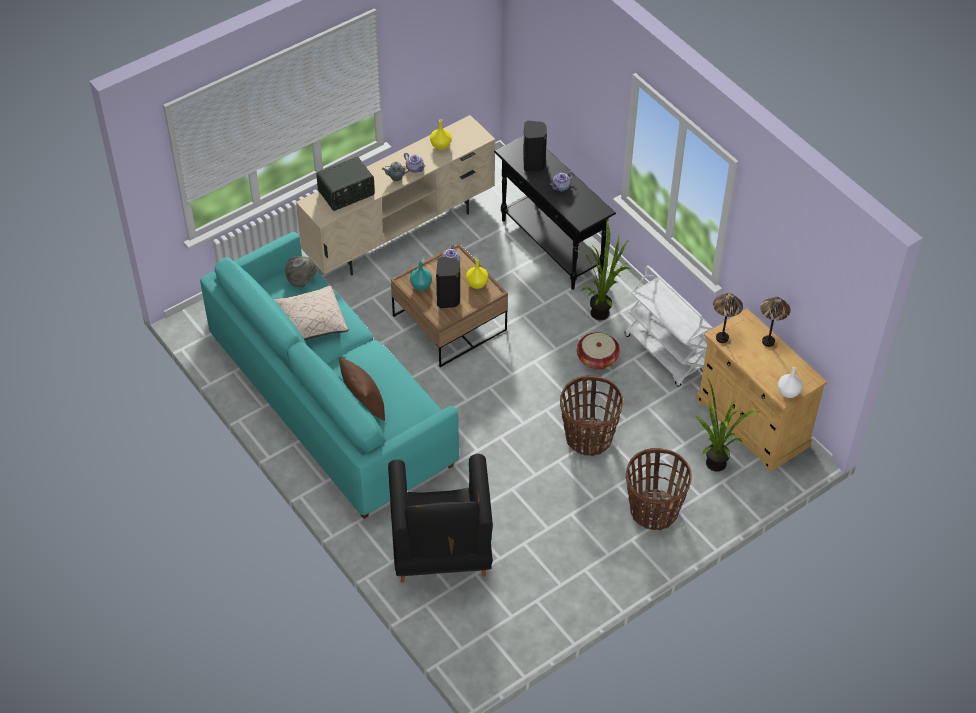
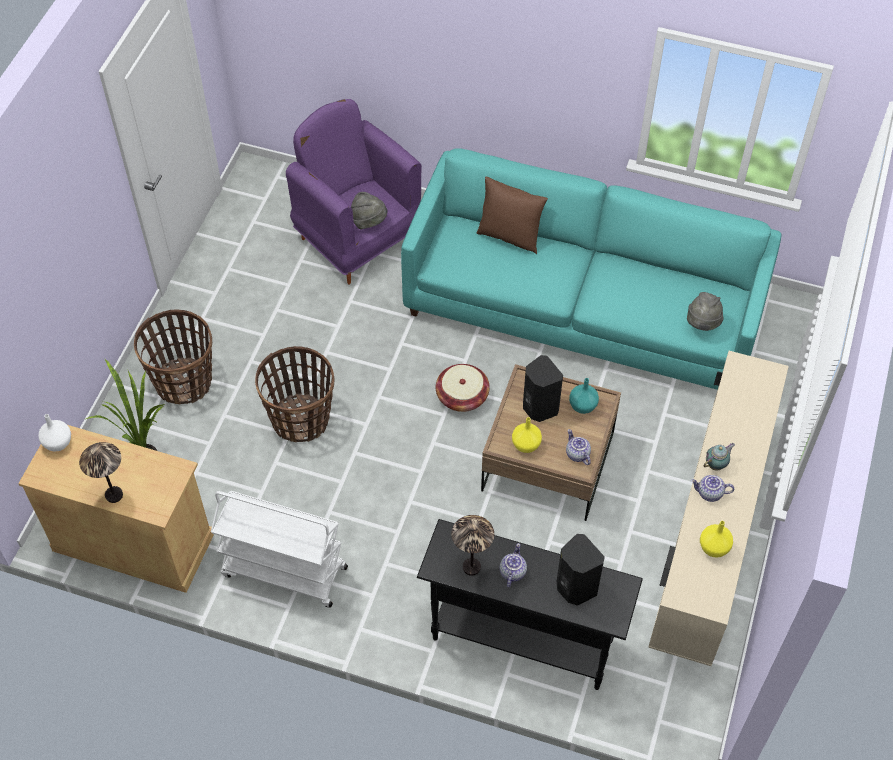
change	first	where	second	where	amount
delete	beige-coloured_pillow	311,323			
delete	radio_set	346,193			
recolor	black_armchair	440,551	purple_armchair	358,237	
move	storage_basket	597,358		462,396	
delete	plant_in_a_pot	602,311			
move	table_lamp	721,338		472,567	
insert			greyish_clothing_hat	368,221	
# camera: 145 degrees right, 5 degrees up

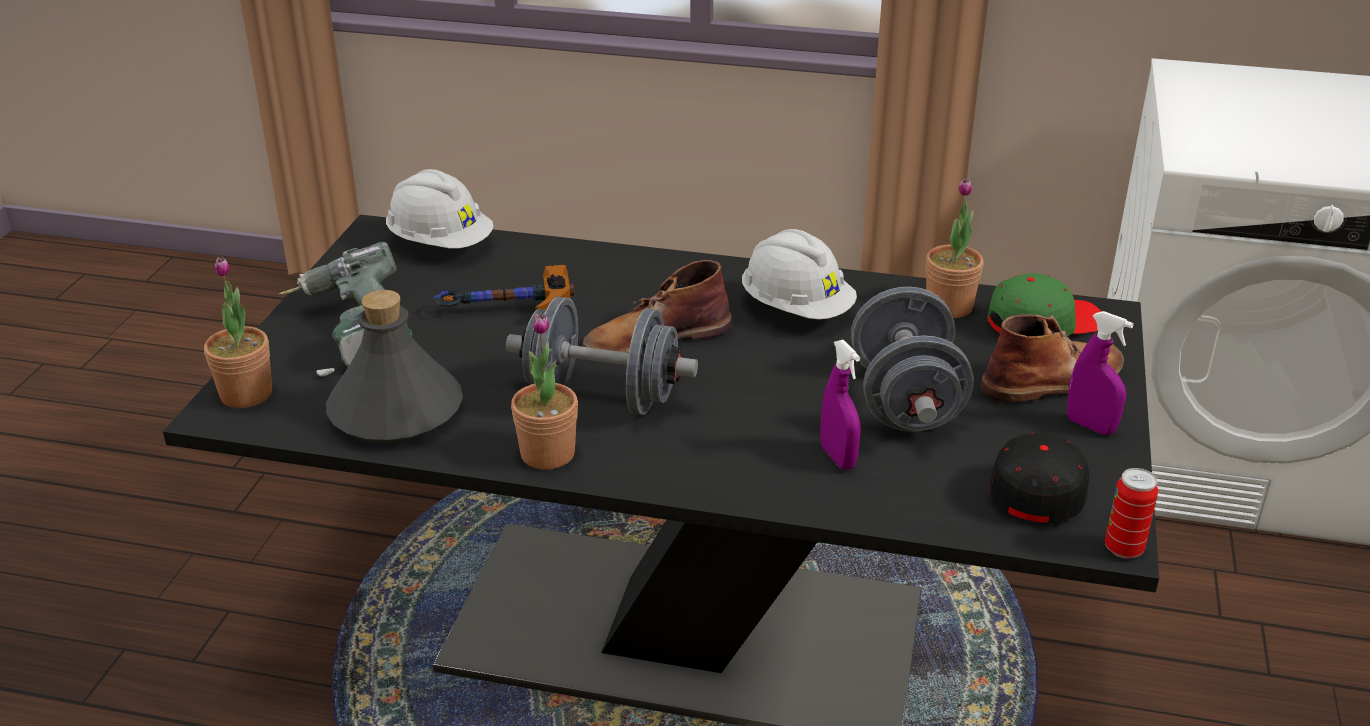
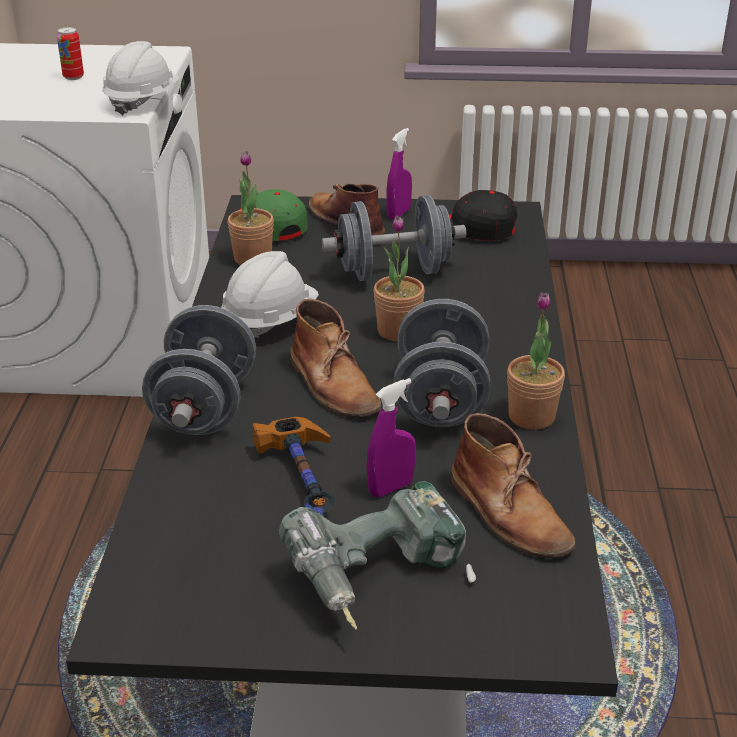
change	first	where	second	where	amount
move	plant_in_a_pot	246,394		398,331	
replace	greyish_drink_bottle	397,412	brown-coloured_boot	509,514	
move	white-coloured_work_helmet	440,244		142,102	
move	purple_spray_bottle	838,457		391,488	
move	sealed_can	1123,548		73,77	
insert			greyish_hand_weight	204,408	
# camera: 100 degrees left, 0 degrees up

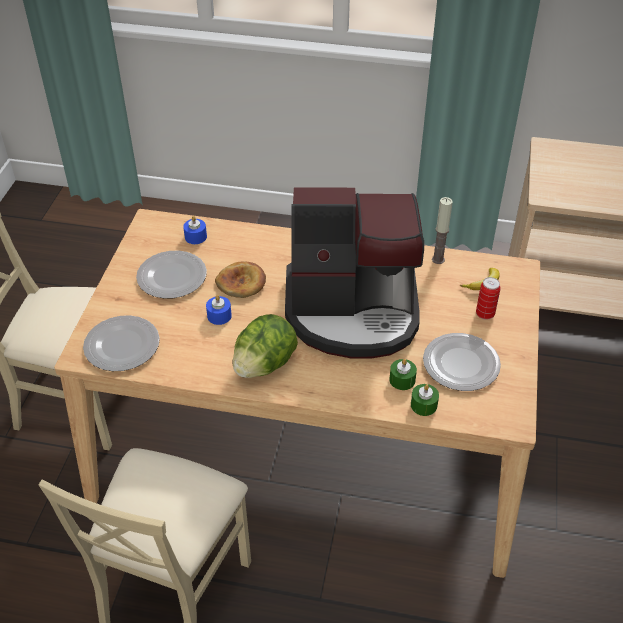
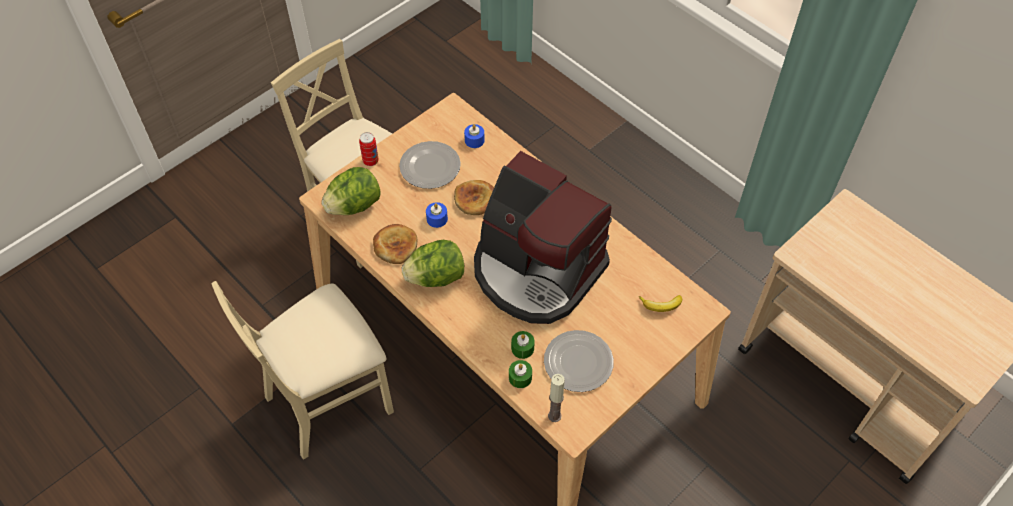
change	first	where	second	where	amount
replace	plate	123,345	lettuce	354,205	
move	wax_candle	438,259		554,416	
move	sealed_can	485,314		370,161	
insert			baked_bread	395,245	
# camera: 35 degrees right, 10 degrees up

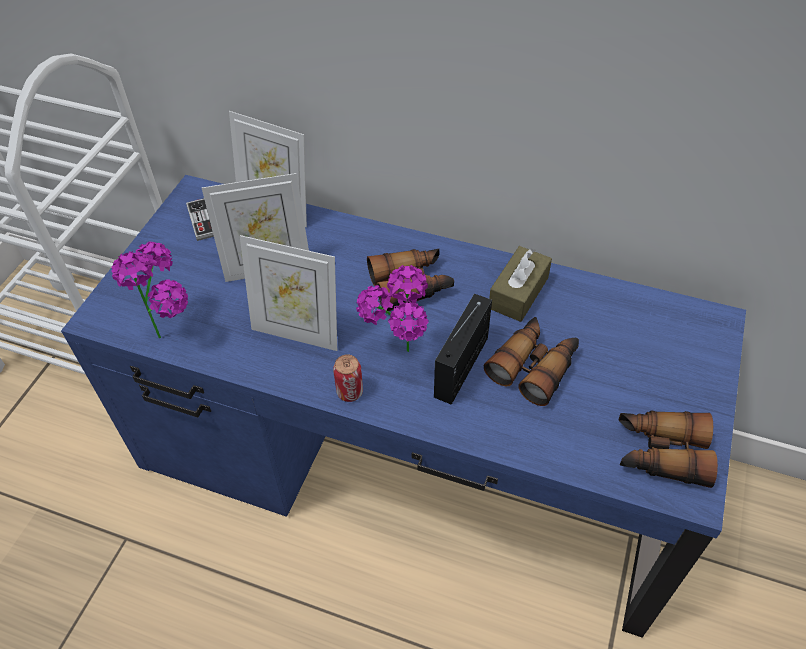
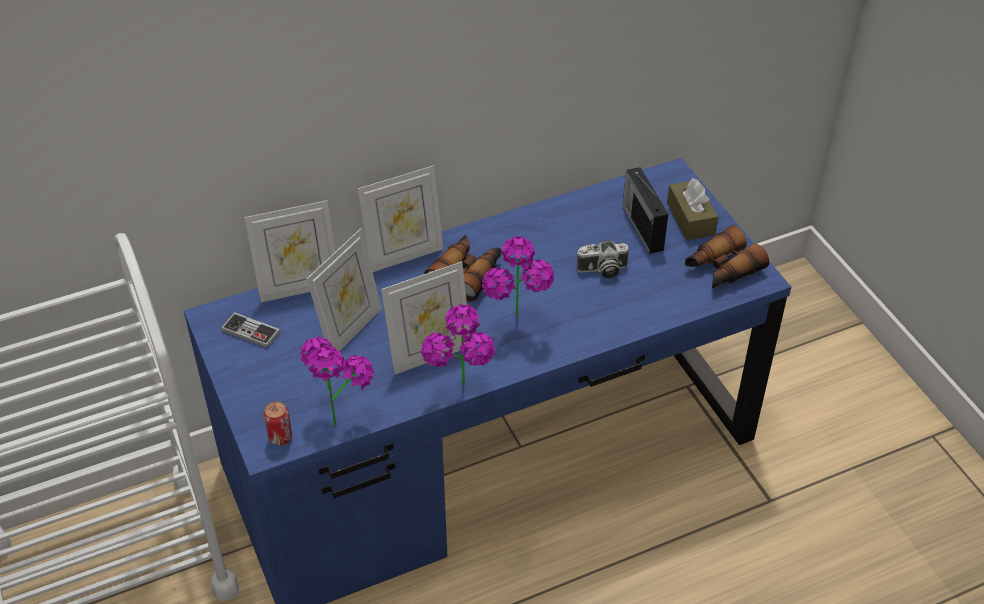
change	first	where	second	where	amount
move	sealed_can	349,392		280,437	
move	radio_set	462,365		642,227	
replace	pair_of_binoculars	534,366	still_camera	602,270	
move	brown-coloured_tissue_holder	518,293		690,219	
insert			photo_frame	404,255	
insert			plant_in_a_pot	462,393	
# camera: 45 degrees left, 5 degrees down

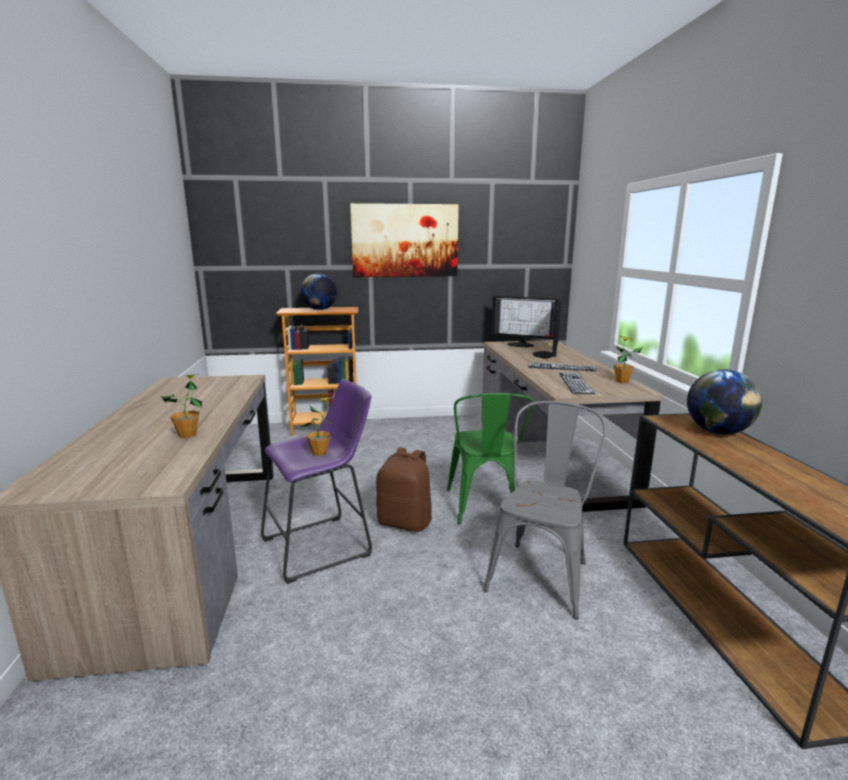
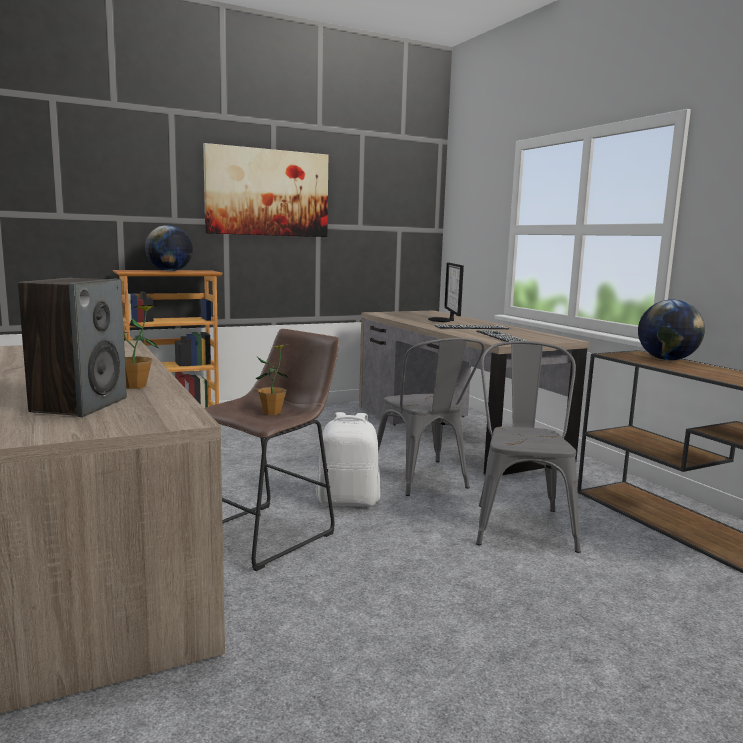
change	first	where	second	where	amount
recolor	purple_stool	322,546	brown-coloured_stool	269,532	
recolor	brown-coloured_knapsack	405,522	white-coloured_knapsack	348,501	
recolor	green_chair	485,509	greyish_chair	424,480	
delete	computer_screen	521,344			
delete	plant_in_a_pot	622,381			
insert			loudspeaker	79,405	
# camera: 20 degrees left, 5 degrees down

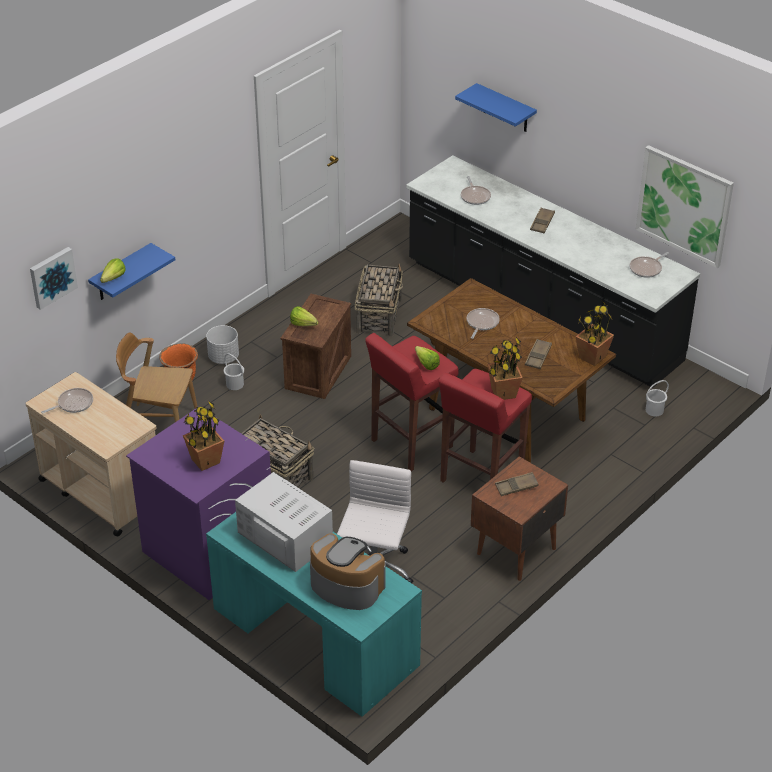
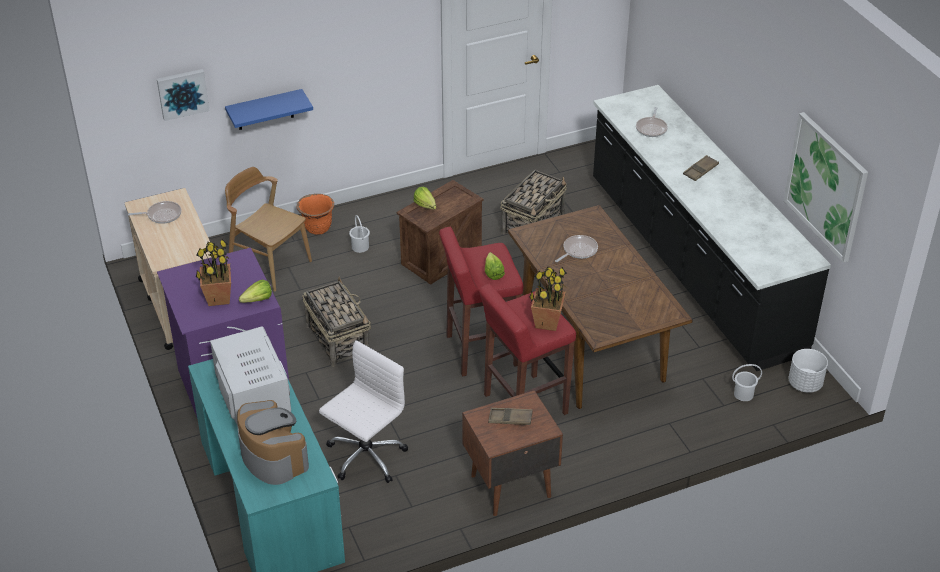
change	first	where	second	where	amount
move	lettuce	111,280		255,301	
move	white-coloured_planter	224,357		805,384	
delete	blue_shelf	505,109			
delete	brown-coloured_tray	538,356			
delete	plant_in_a_pot	592,357			
delete	skillet	647,269			
# camera: 25 degrees right, 0 degrees up

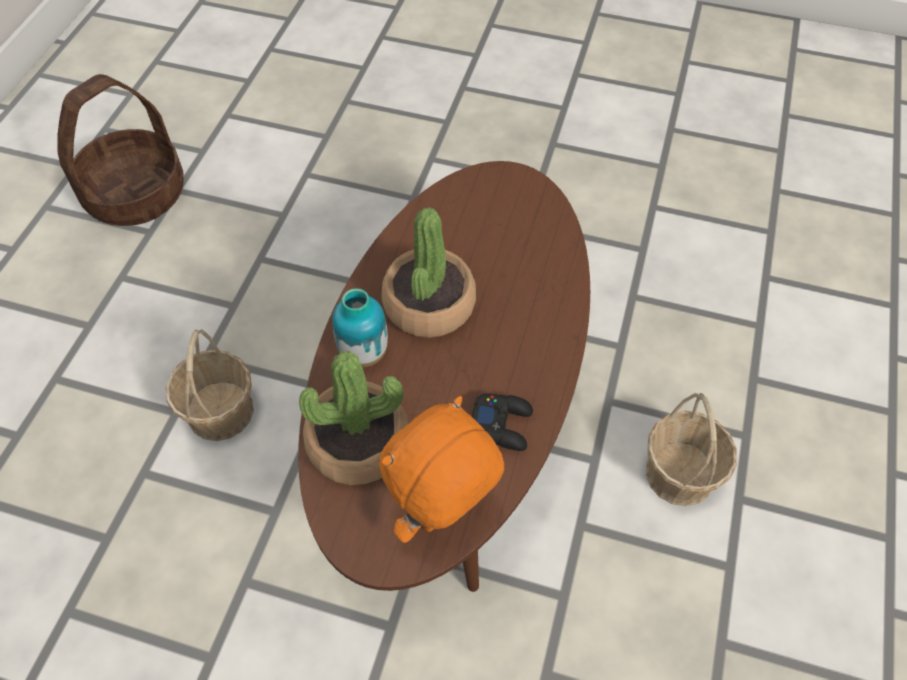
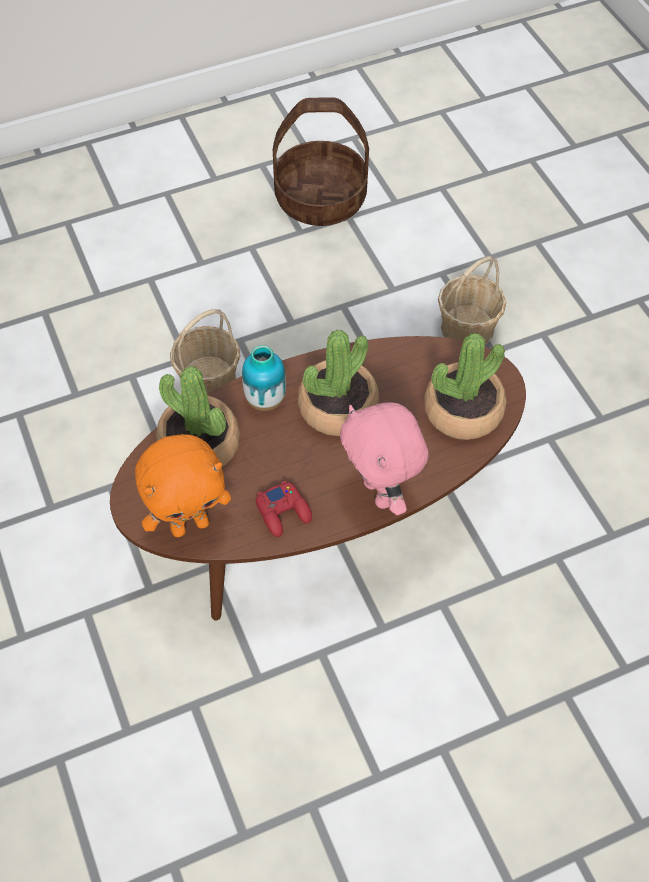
change	first	where	second	where	amount
rotate	orangey_plush_toy	443,515		190,524	150 degrees clockwise
recolor	black_game_controller	501,425	reddish_game_controller	283,512	
move	storage_basket	680,473		468,328	
insert			pink_plush_toy	380,493	
insert			plant_in_a_pot	463,411	
# camera: 50 degrees right, 0 degrees up

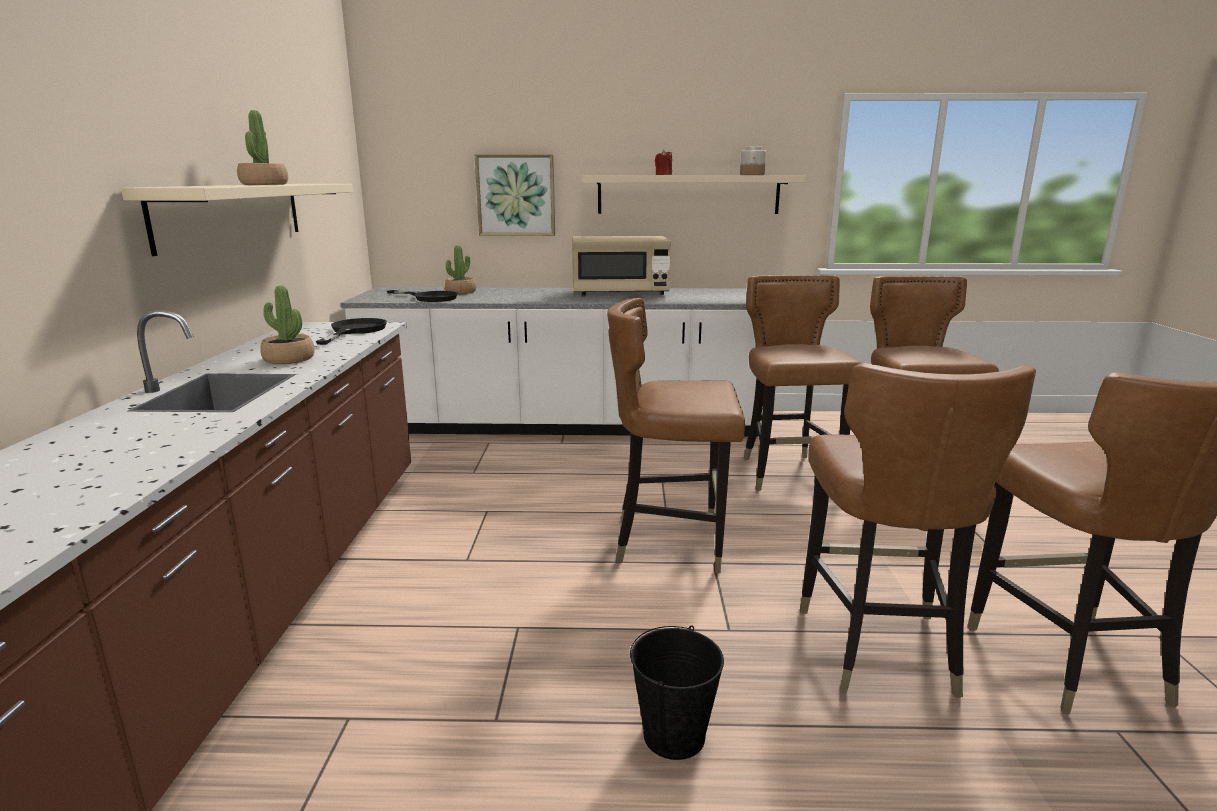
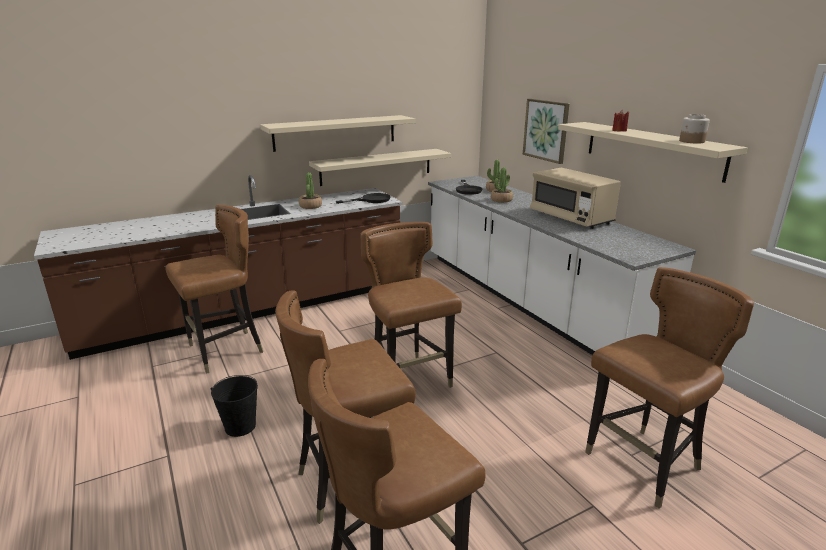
change	first	where	second	where	amount
move	plant_in_a_pot	264,184		501,200	
move	brown-coloured_chair	788,474		224,351	
insert			beige-coloured_shelf	376,166	
# camera: 60 degrees right, 5 degrees up

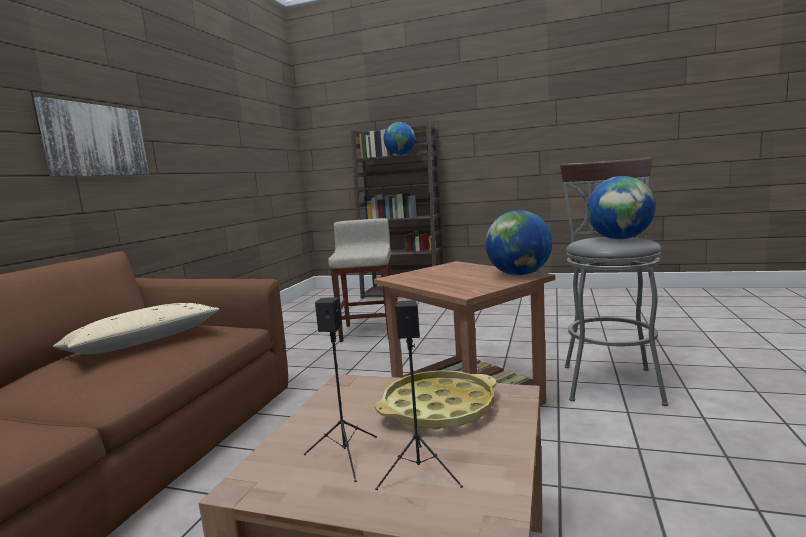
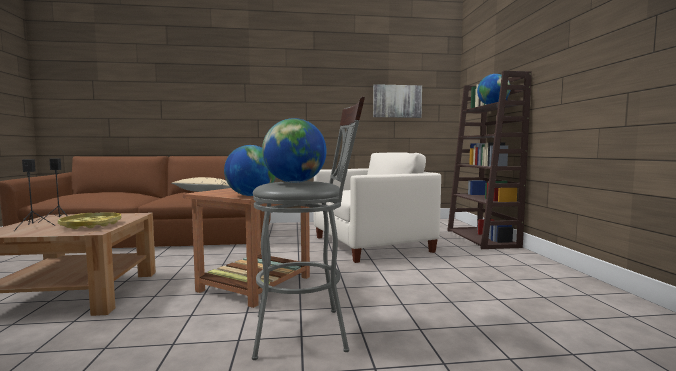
change	first	where	second	where	amount
move	wall_picture	95,141		397,101	
replace	beige-coloured_stool	368,331	white-coloured_armchair	371,244	
# camera: 65 degrees right, 5 degrees down

